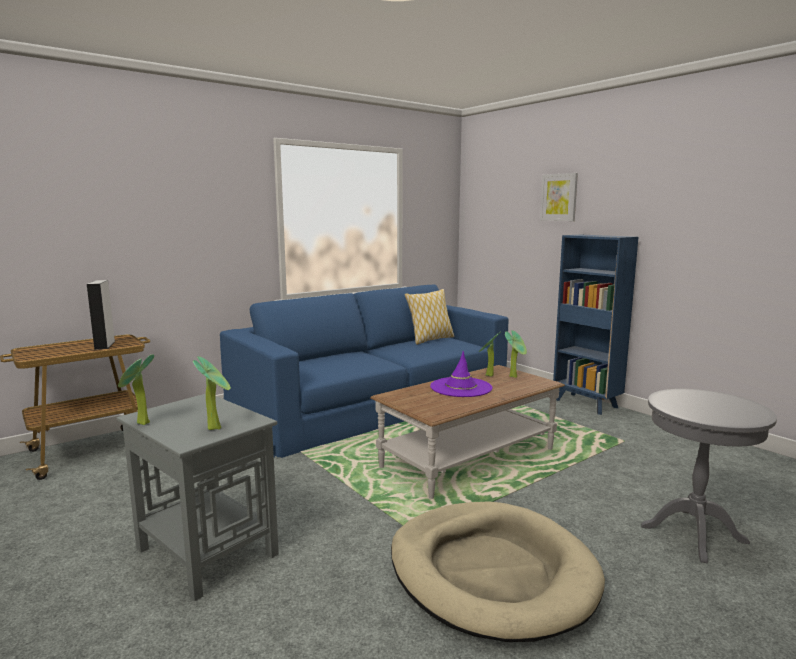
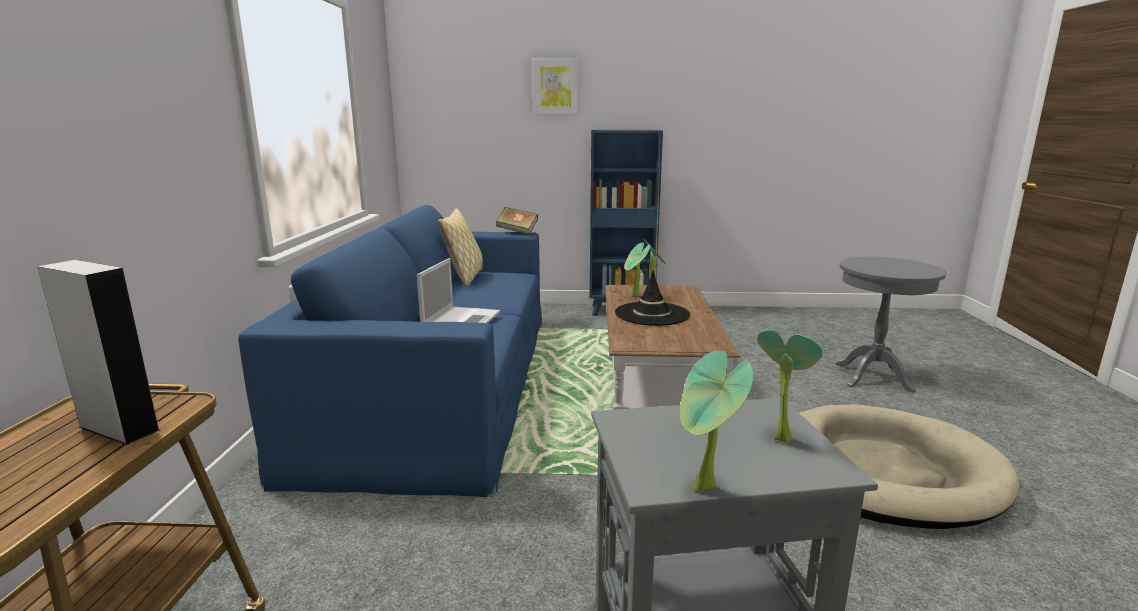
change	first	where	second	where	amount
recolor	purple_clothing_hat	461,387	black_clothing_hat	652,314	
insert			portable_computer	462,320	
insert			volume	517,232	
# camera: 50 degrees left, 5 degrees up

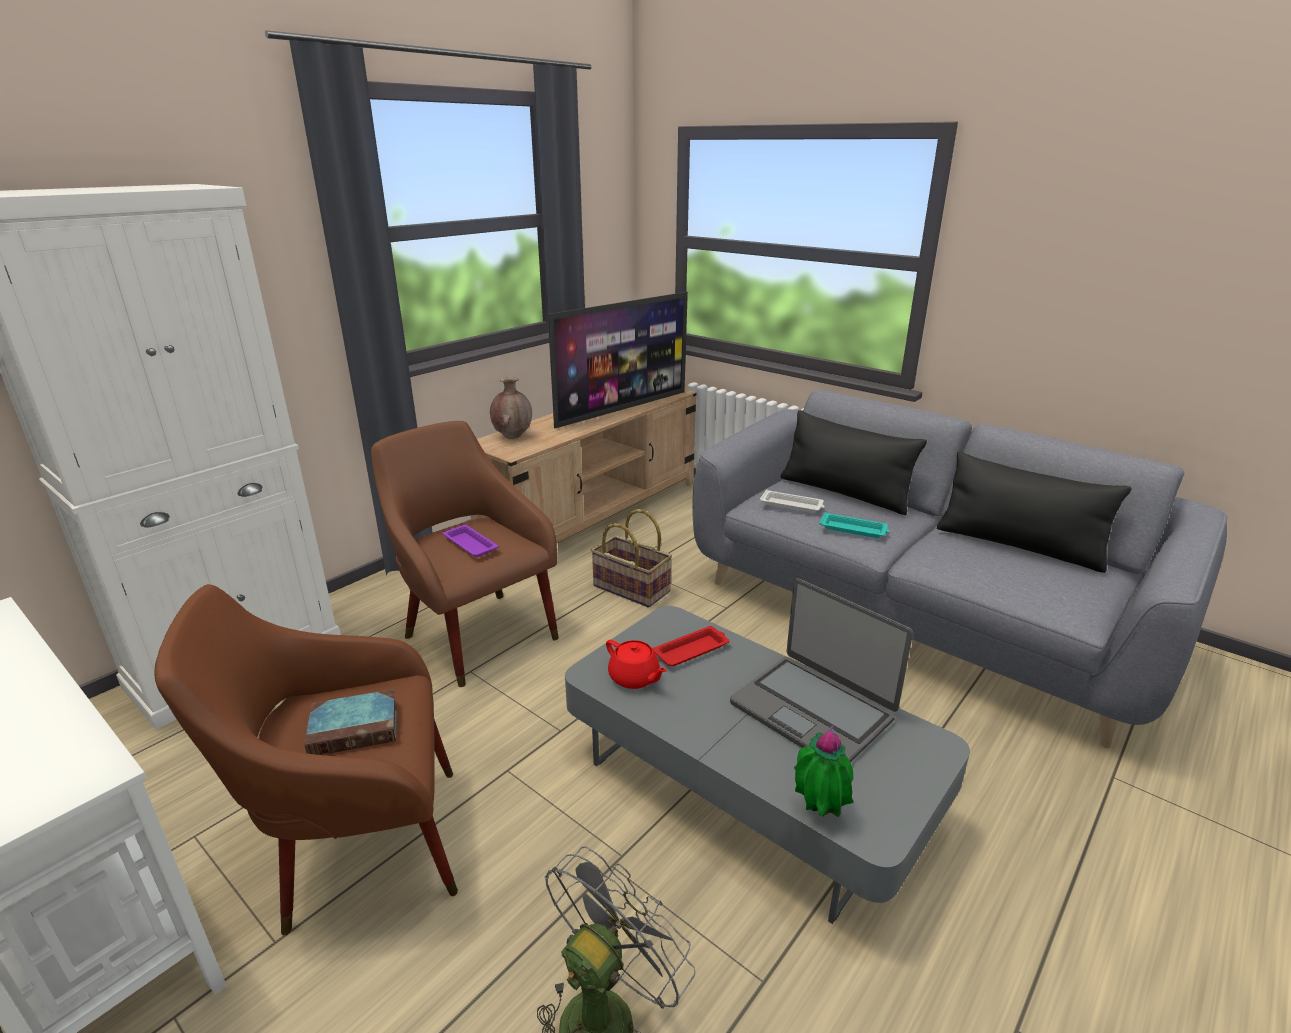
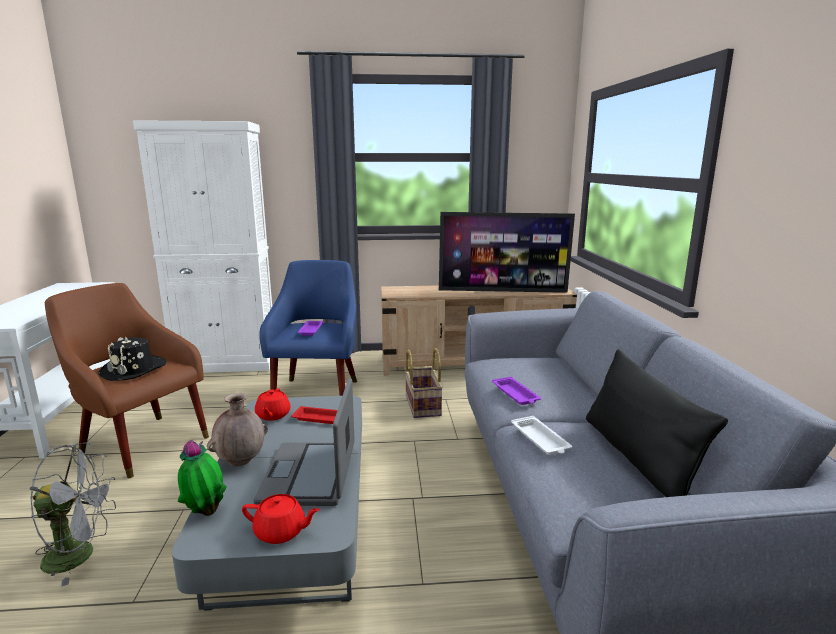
change	first	where	second	where	amount
replace	volume	356,727	black_clothing_hat	134,369	
recolor	brown-coloured_armchair	476,632	blue_armchair	318,391	
move	brown-coloured_vase	513,436		241,461	
move	white-coloured_tray	792,505		540,440	
delete	black_pillow	844,493			
recolor	turquoise_tray	854,529	purple_tray	516,394	
insert			reddish_pot_for_tea	281,532	
# camera: 45 degrees right, 10 degrees down

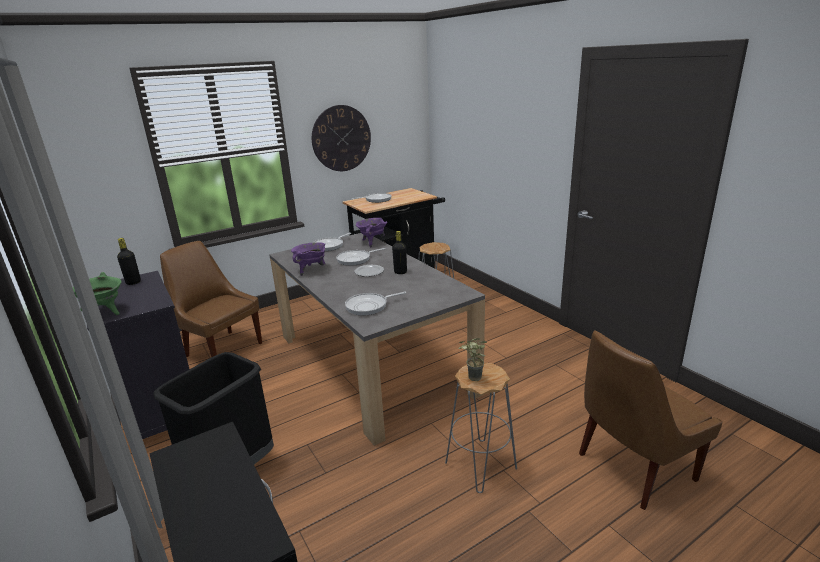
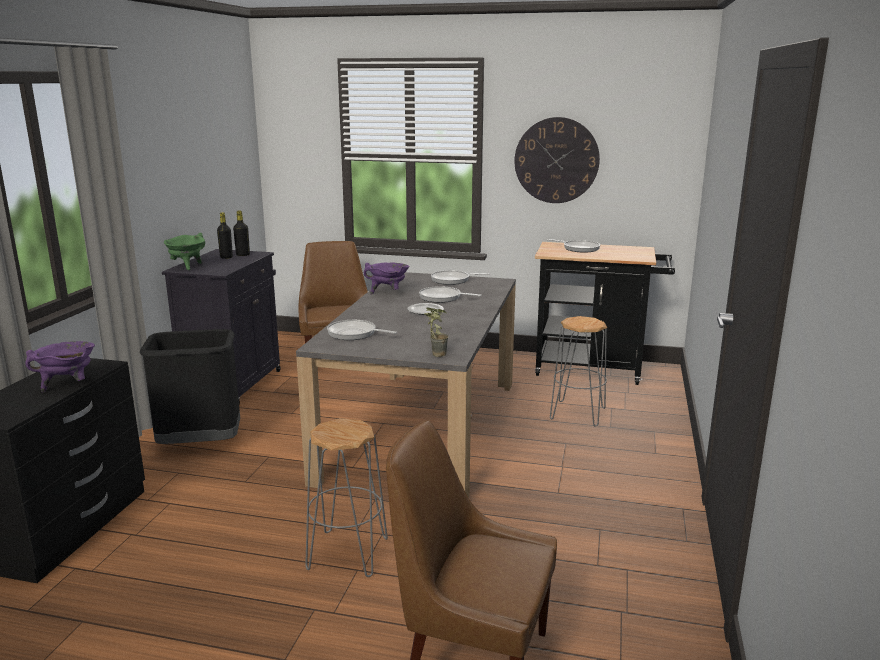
change	first	where	second	where	amount
move	purple_stockpot	372,242		68,386	
move	black_drink_bottle	400,272		226,257	
move	plant_in_a_pot	471,379		435,354	
# camera: 45 degrees right, 5 degrees down

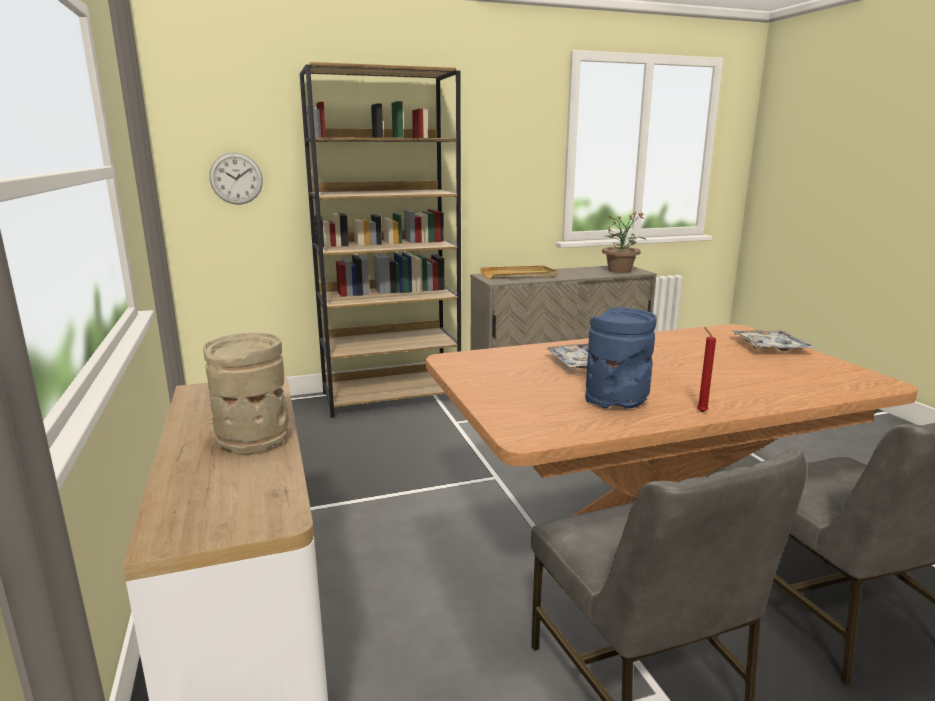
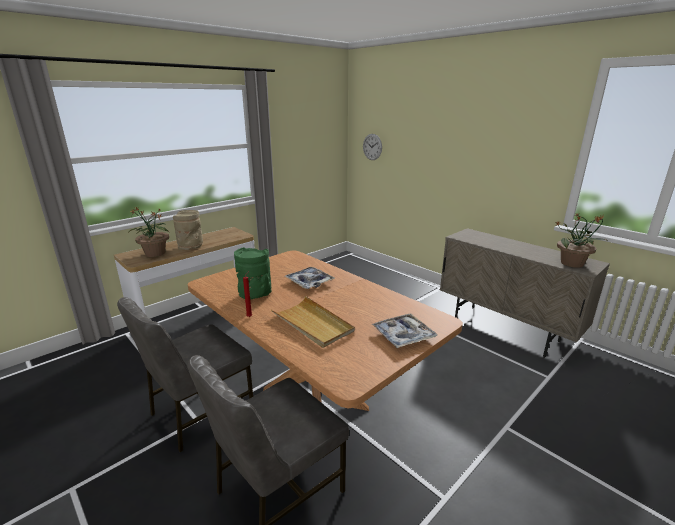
change	first	where	second	where	amount
delete	brown-coloured_shelving_unit	392,397			
move	beige-coloured_tray	518,275		312,324	
recolor	blue_vase	617,401	green_vase	254,295	
insert			plant_in_a_pot	155,253	
# camera: 65 degrees right, 5 degrees up

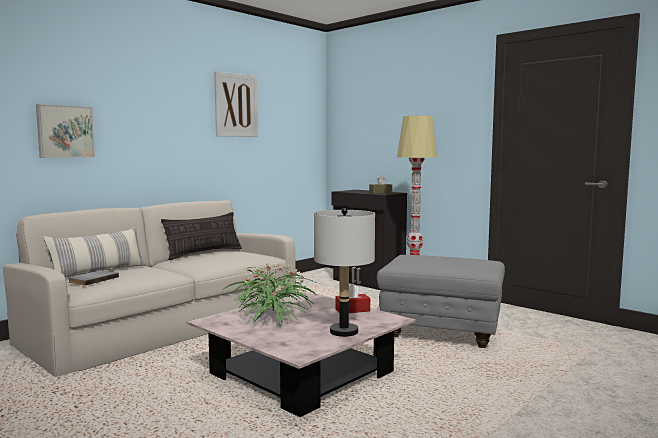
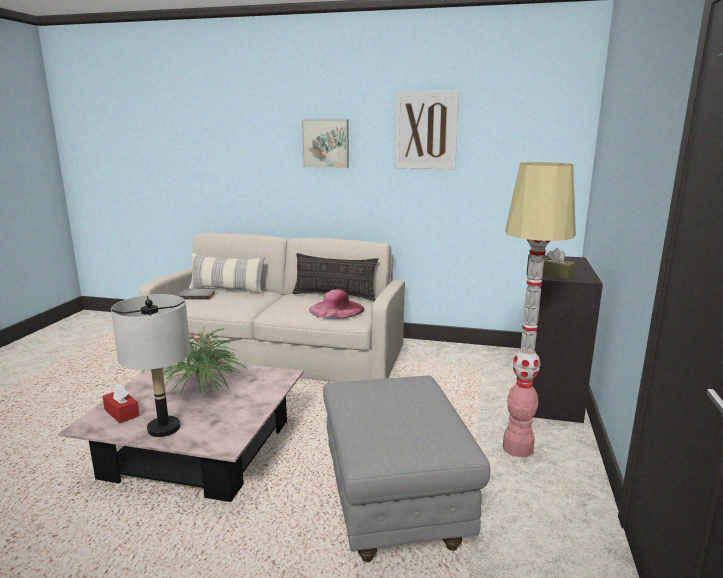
change	first	where	second	where	amount
move	wall_picture	65,132		326,143	
move	reddish_tissue_holder	352,310		121,413	
insert			pink_clothing_hat	336,309	
# camera: 60 degrees right, 10 degrees up

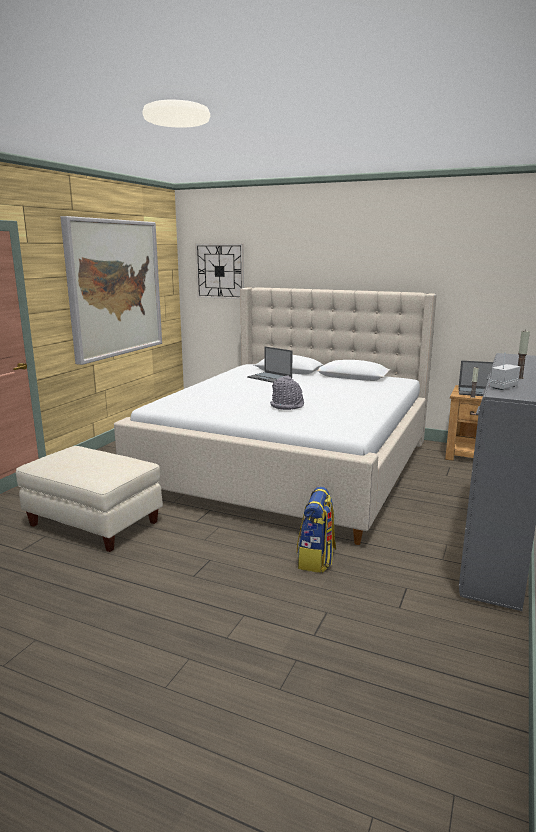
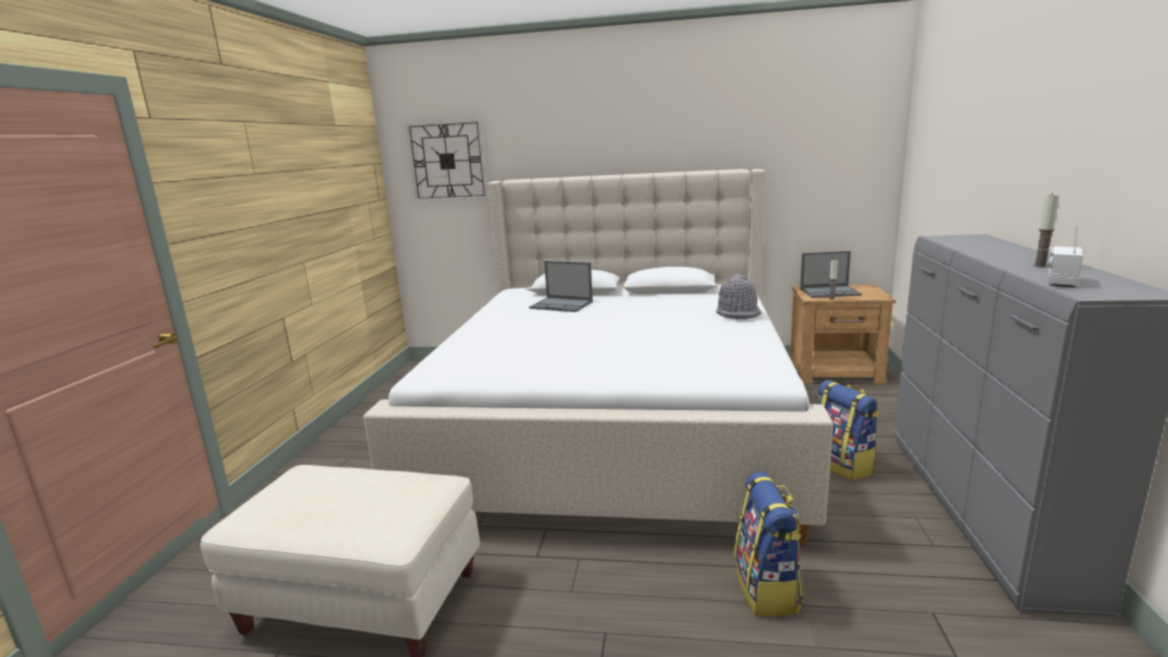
change	first	where	second	where	amount
delete	wall_picture	114,288			
move	greyish_clothing_hat	287,405		738,313	
insert			knapsack	842,465	
# camera: 15 degrees left, 0 degrees up

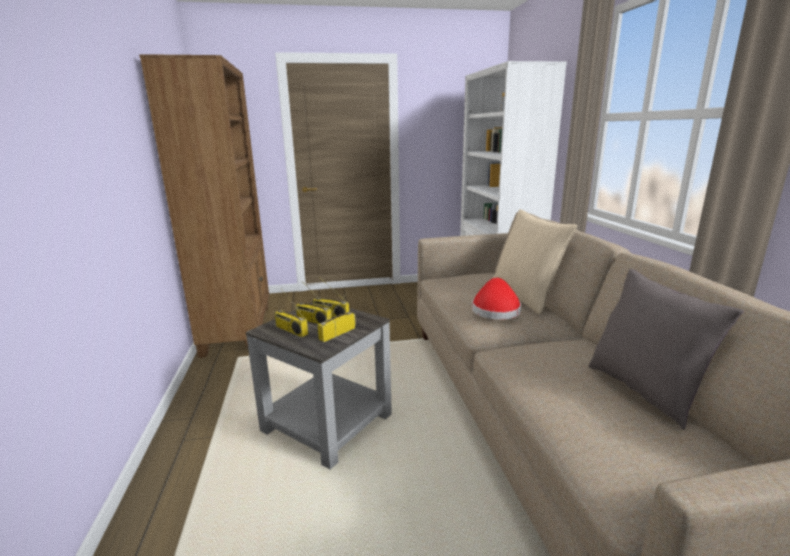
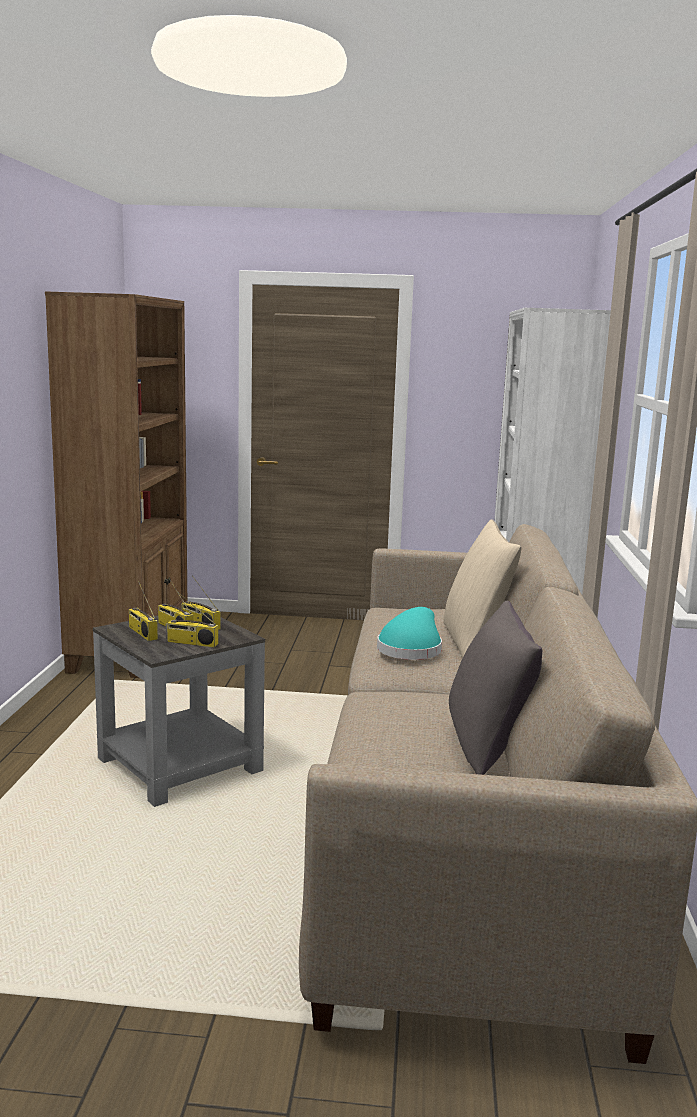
change	first	where	second	where	amount
rotate	radio_set	337,333		191,643	135 degrees counterclockwise
recolor	reddish_clothing_hat	495,309	turquoise_clothing_hat	411,649	
# camera: 15 degrees right, 5 degrees down

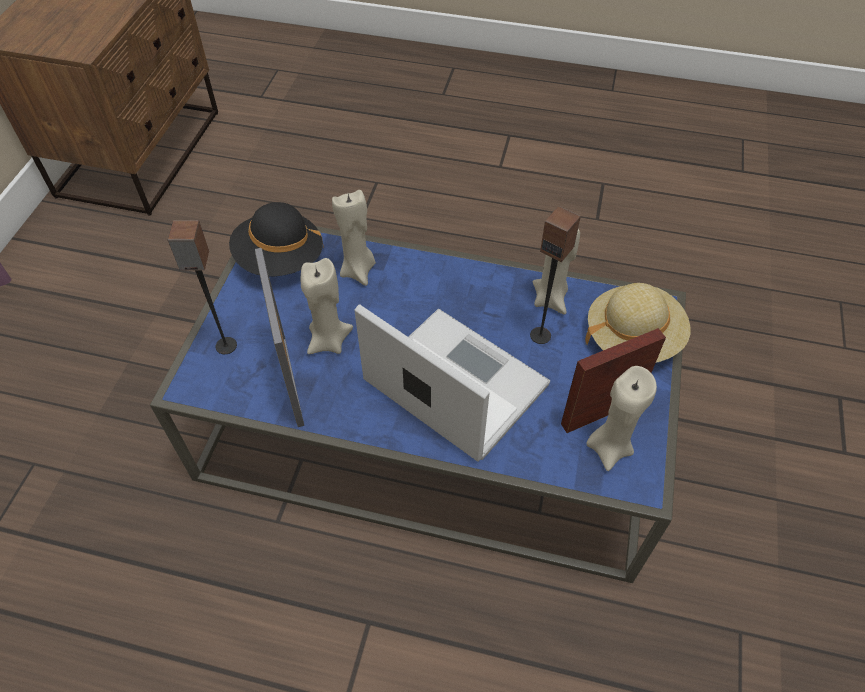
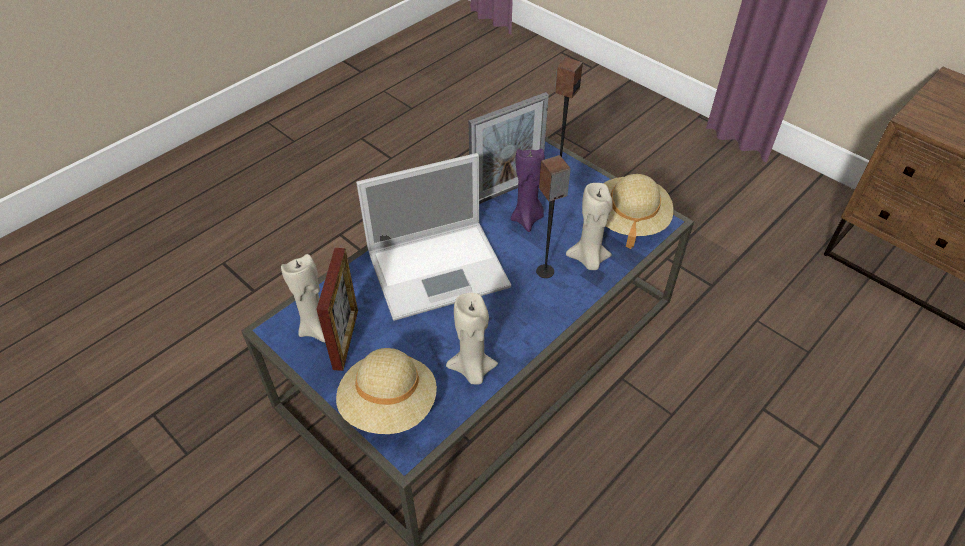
change	first	where	second	where	amount
recolor	black_clothing_hat	280,259	beige-coloured_clothing_hat	629,220	
rotate	photo_frame	291,380		506,190	135 degrees clockwise
recolor	beige-coloured_wax_candle	328,341	purple_wax_candle	527,219	
move	loudspeaker	540,335		545,271	
# camera: 120 degrees right, 5 degrees down

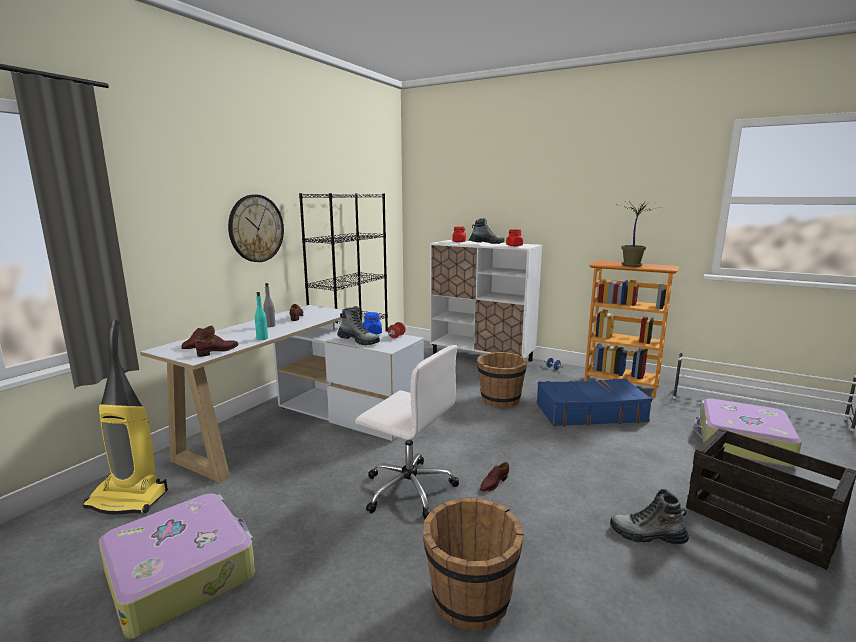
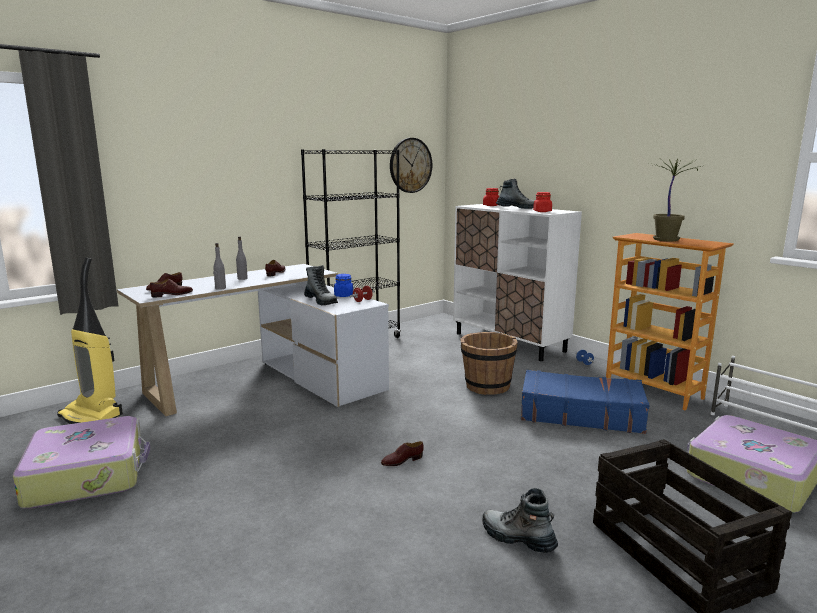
change	first	where	second	where	amount
move	clock_on_the_wall	256,228		410,165	
recolor	turquoise_drink_bottle	262,338	greyish_drink_bottle	220,288	
delete	white-coloured_computer_chair	408,489			
delete	brown-coloured_bucket	470,600			
# camera: 20 degrees right, 0 degrees up

